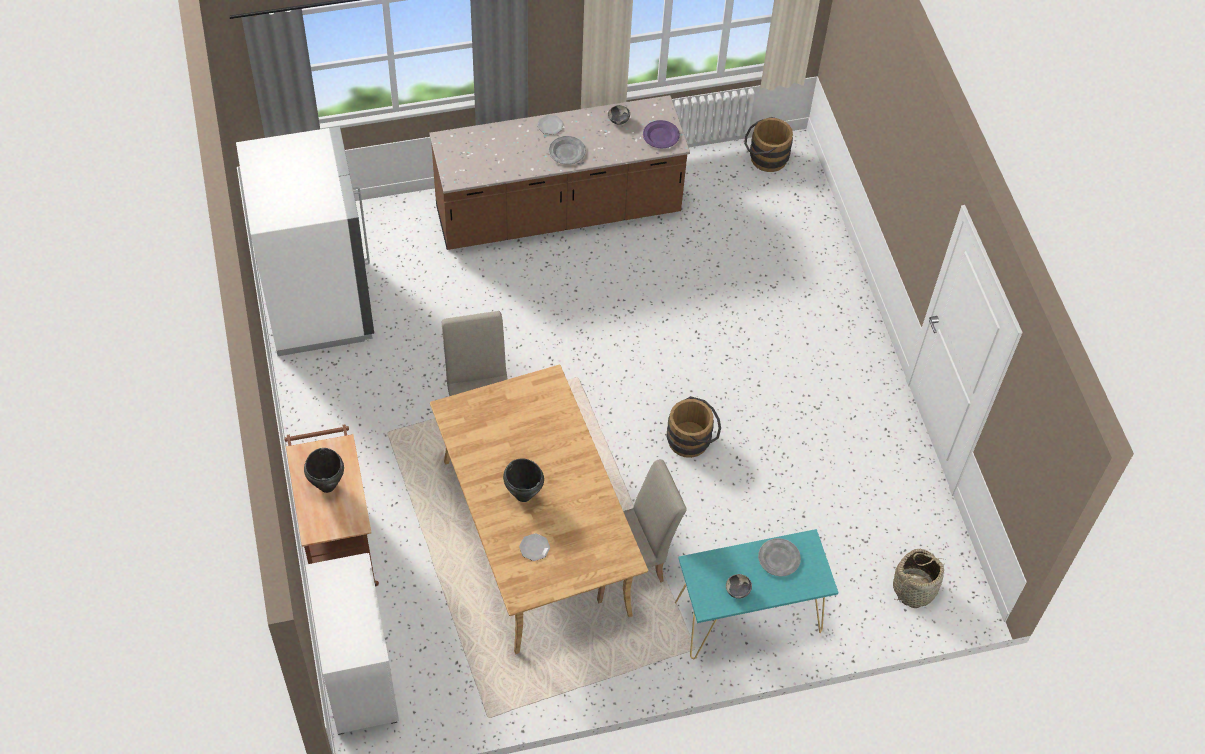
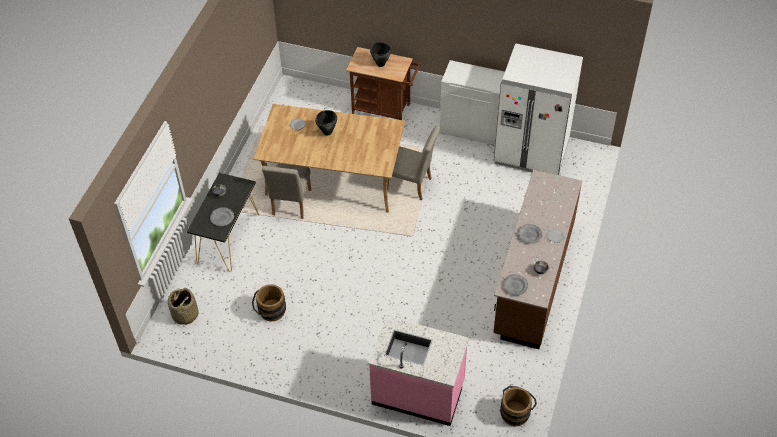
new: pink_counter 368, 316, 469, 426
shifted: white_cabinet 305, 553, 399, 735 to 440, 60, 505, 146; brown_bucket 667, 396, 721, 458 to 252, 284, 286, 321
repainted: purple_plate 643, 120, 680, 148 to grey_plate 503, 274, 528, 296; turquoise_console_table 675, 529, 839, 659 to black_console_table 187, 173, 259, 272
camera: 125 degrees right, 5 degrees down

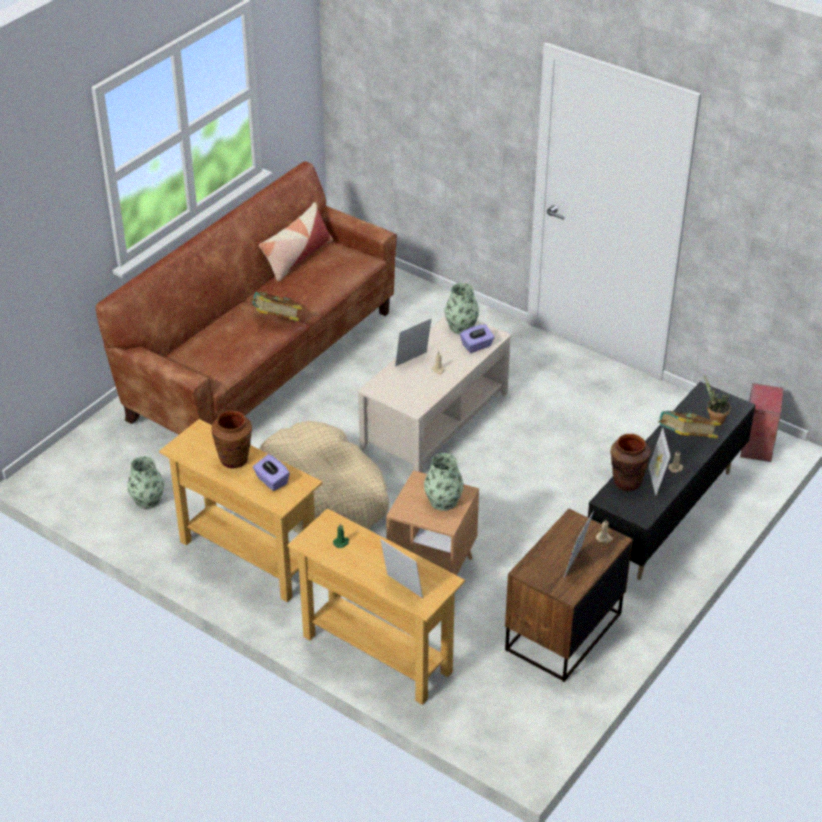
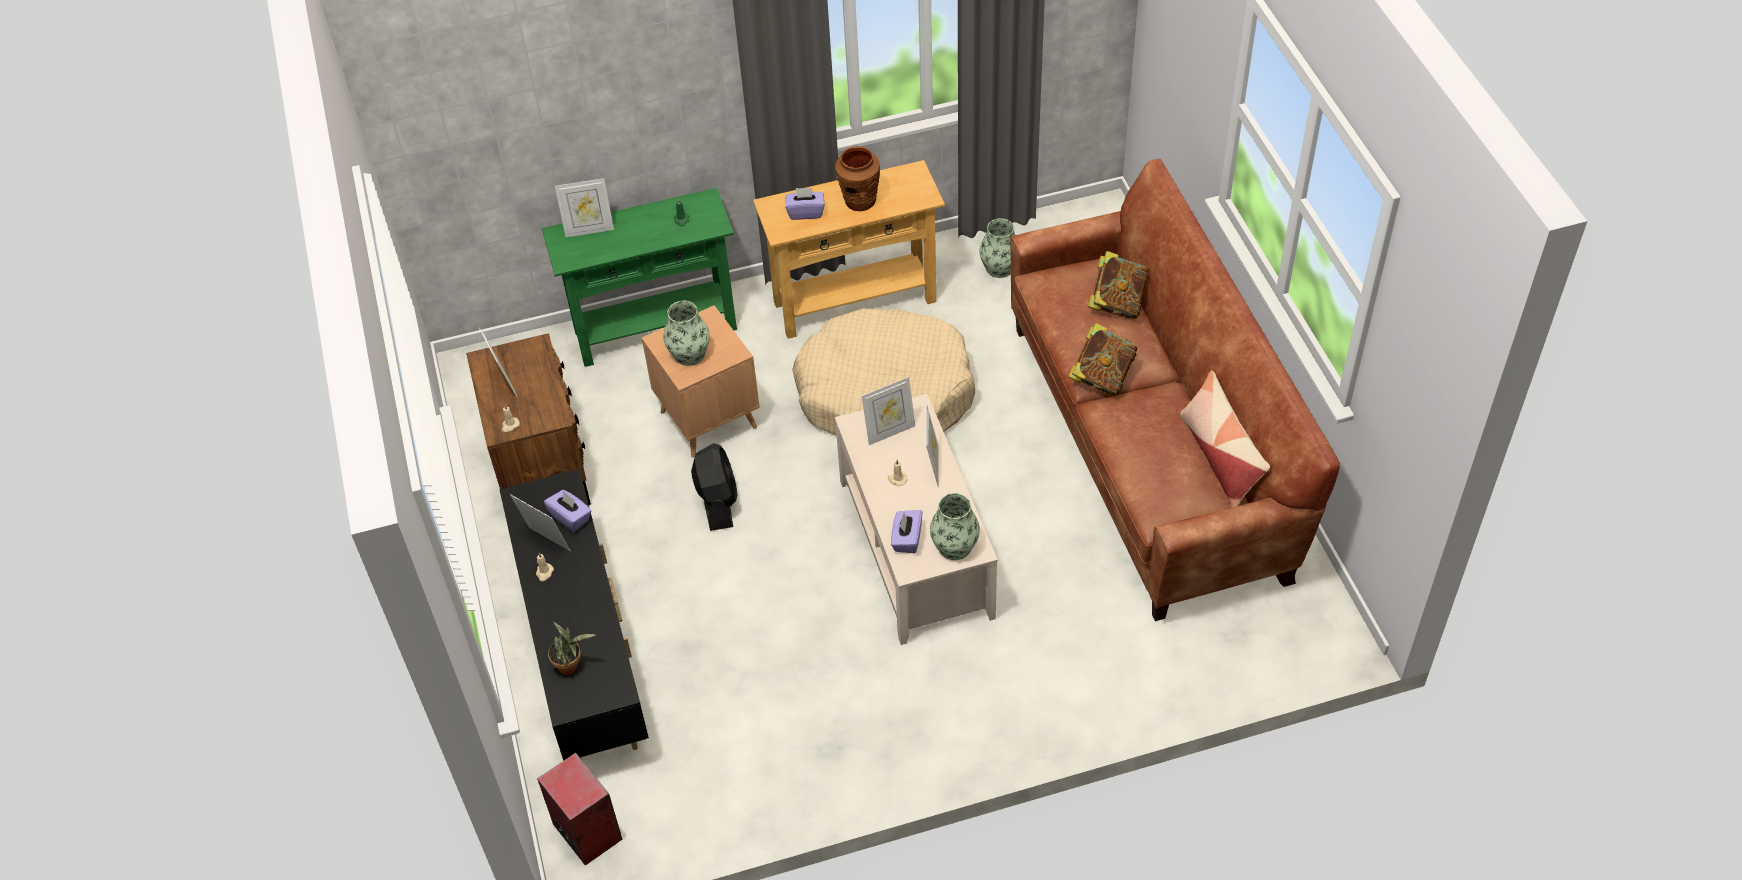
new: black_fan 691, 443, 738, 531; picture_frame 862, 377, 915, 445
shifted: book 658, 411, 721, 438 to 1088, 251, 1149, 319
swapped: brown_vase 611, 434, 651, 491 to purple_tissue_box 544, 490, 591, 532
repainted: beige_console_table 287, 508, 465, 705 to green_console_table 542, 188, 737, 367
camera: 130 degrees right, 10 degrees up

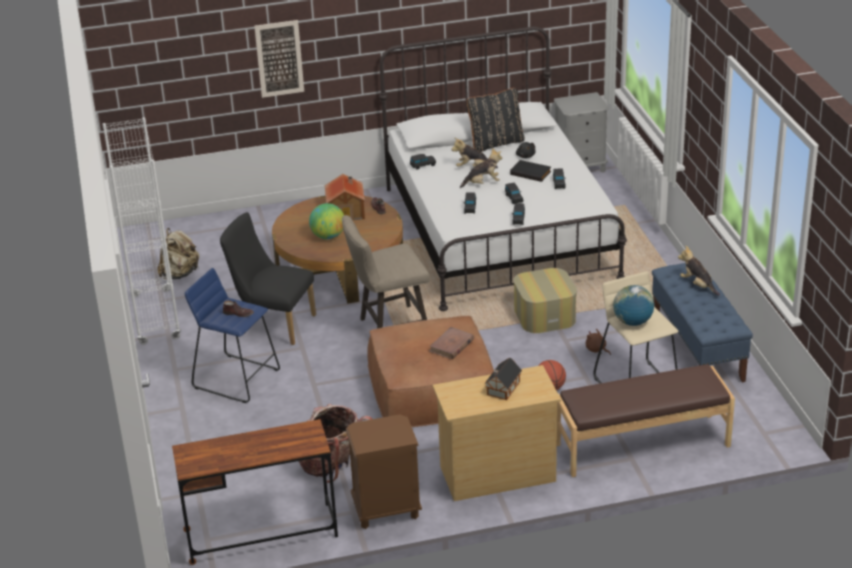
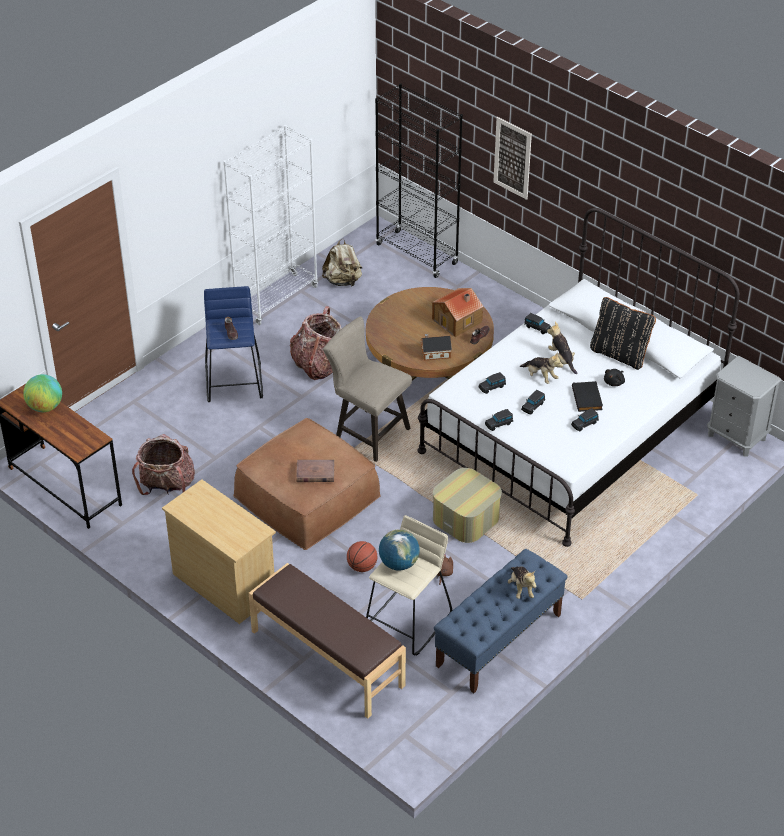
gone: brown_nightstand 346, 414, 422, 529
new: black_bookcase 375, 83, 463, 278
shifted: globe 309, 203, 344, 239 to 23, 374, 62, 412; toy_house 484, 358, 522, 400 to 421, 334, 452, 361
swapped: black_chair 220, 212, 316, 345 to backpack 290, 306, 342, 380
rotated: plush_toy 678, 246, 720, 296 = 508, 566, 536, 599 150 degrees clockwise
camera: 55 degrees right, 10 degrees up

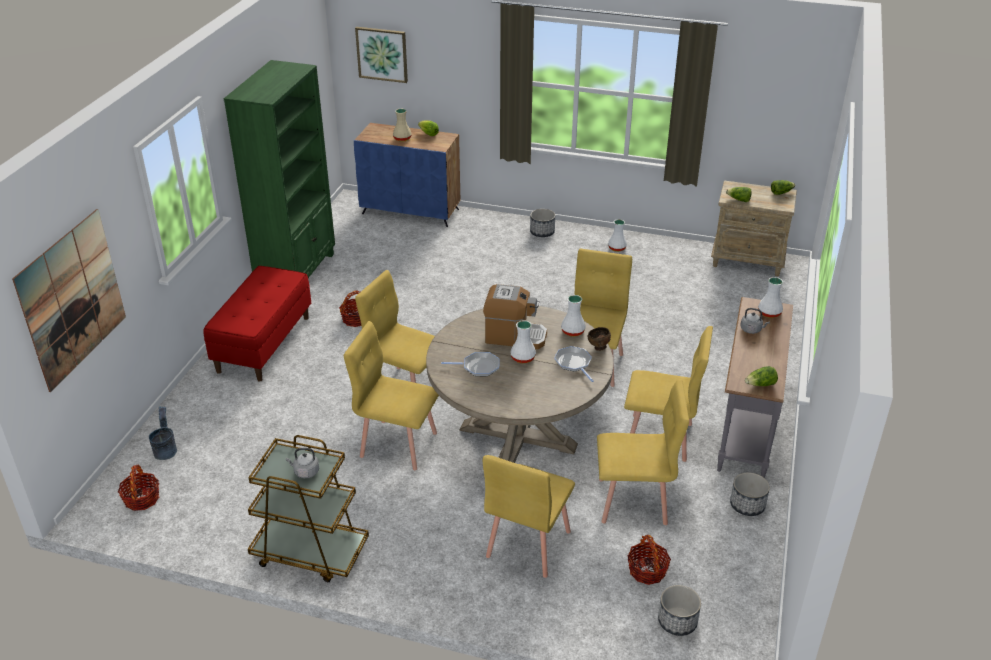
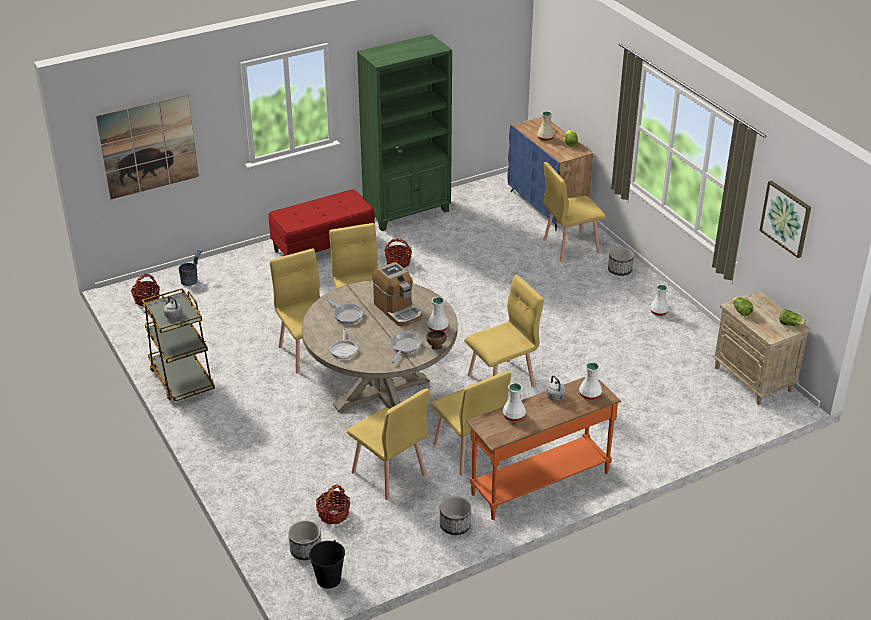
gone: lettuce 745, 366, 778, 386
new: black_bucket 309, 540, 345, 589; frying_pan 329, 329, 358, 359
shifted: picture 355, 27, 408, 83 to 759, 181, 811, 258; yellow_chair 483, 455, 575, 578 to 543, 162, 607, 261; white_vase 511, 320, 536, 363 to 502, 383, 526, 422
repainted: grey_console_table 717, 297, 793, 478 to orange_console_table 466, 377, 621, 520
camera: 45 degrees right, 0 degrees up

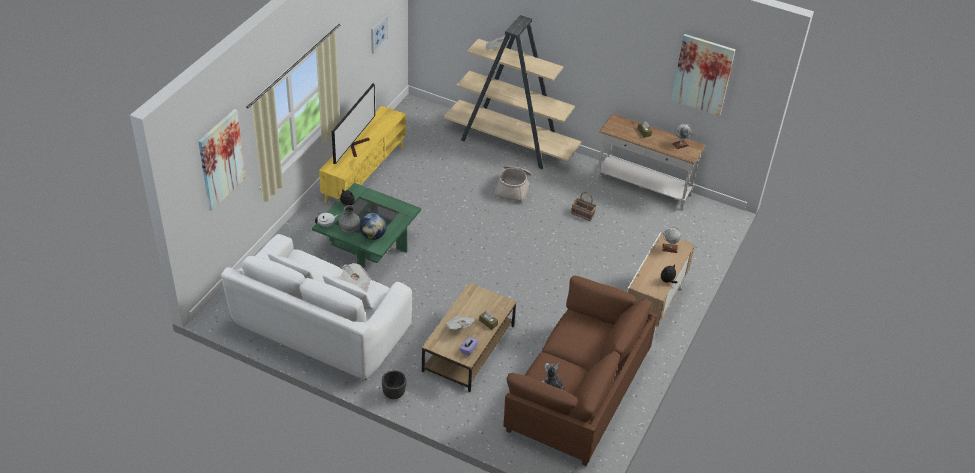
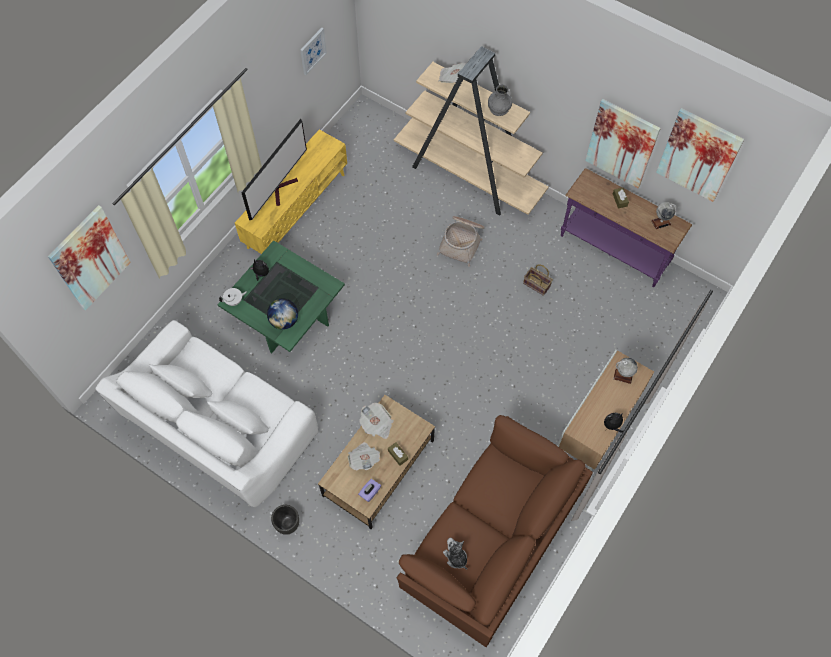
new: picture 585, 99, 661, 188
shifted: grey_vase 338, 205, 360, 233 to 488, 84, 512, 116; newspaper 342, 263, 371, 292 to 359, 403, 394, 439
repainted: white_console_table 596, 114, 706, 211 to purple_console_table 561, 168, 692, 287
camera: 10 degrees right, 20 degrees up

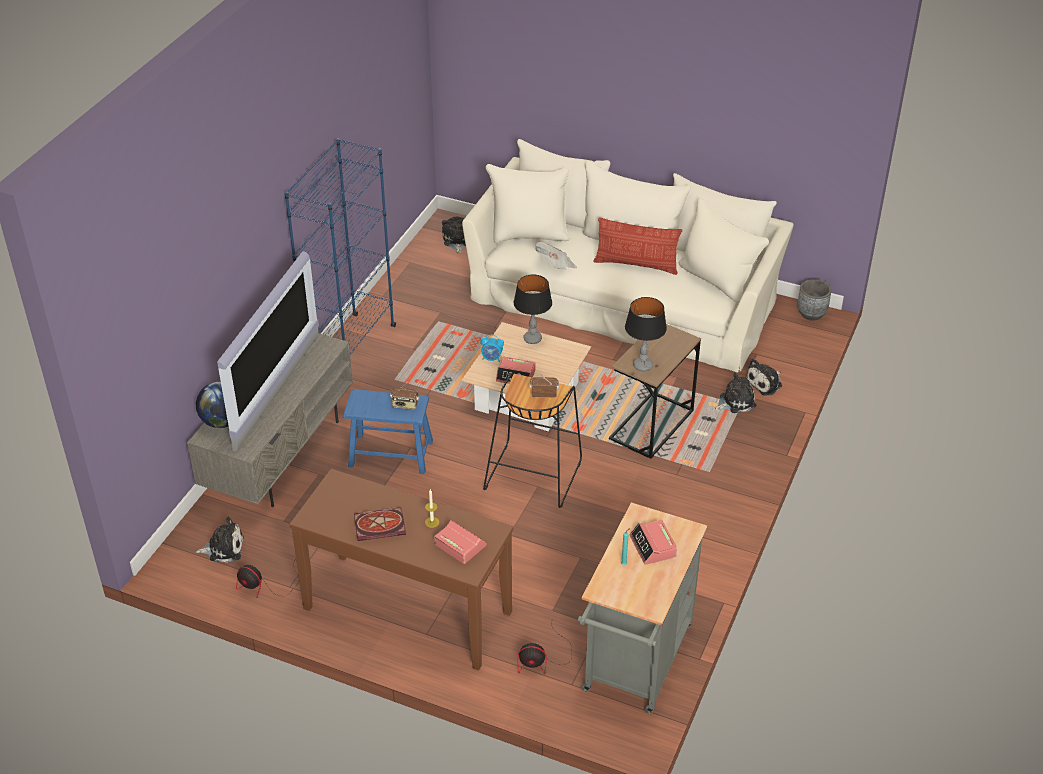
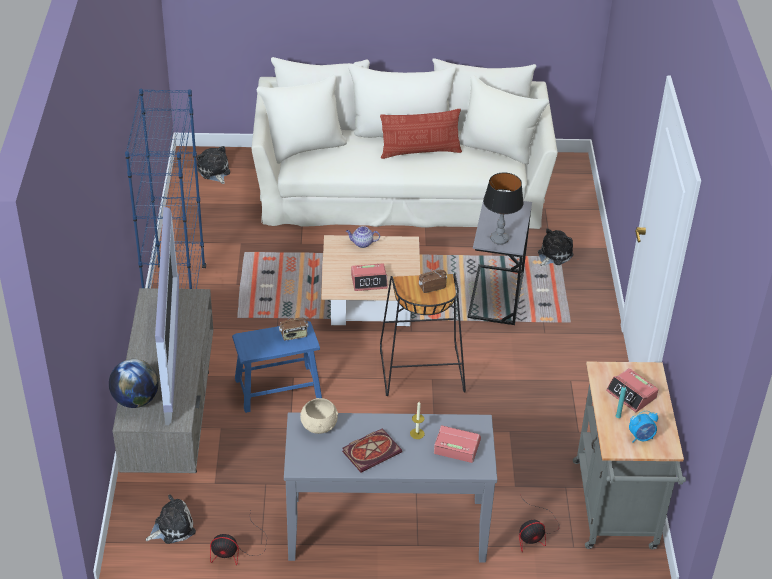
gone: newspaper 533, 242, 577, 270; plush_toy 747, 359, 782, 396; grey_planter 797, 279, 832, 321
new: beige_bowl 300, 398, 338, 434
shifted: alarm_clock 480, 335, 504, 362 to 629, 410, 658, 443
swapped: table_lamp 514, 275, 552, 344 to teapot 346, 226, 380, 248
repainted: brown_console_table 289, 469, 513, 671 to grey_console_table 284, 412, 497, 563; brown_side_table 609, 324, 701, 459 to grey_side_table 468, 201, 532, 325
camera: 25 degrees left, 0 degrees up

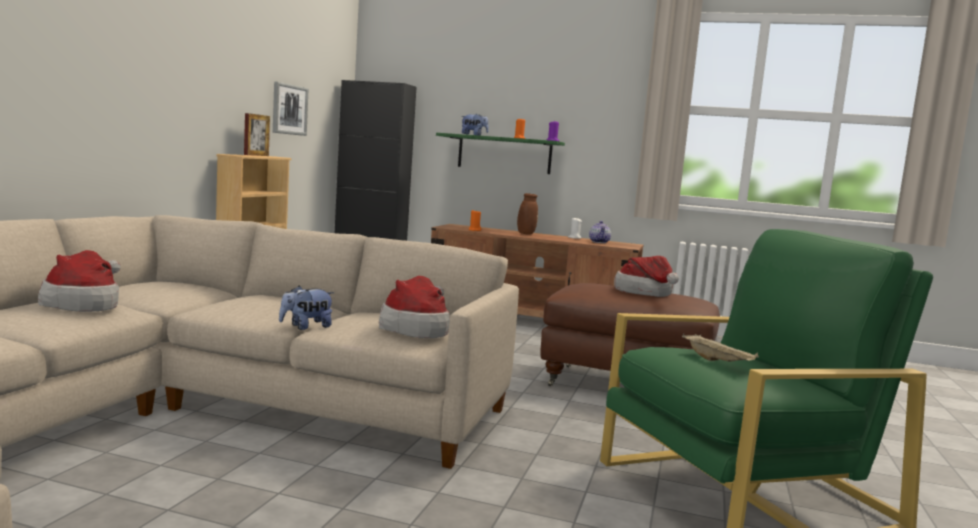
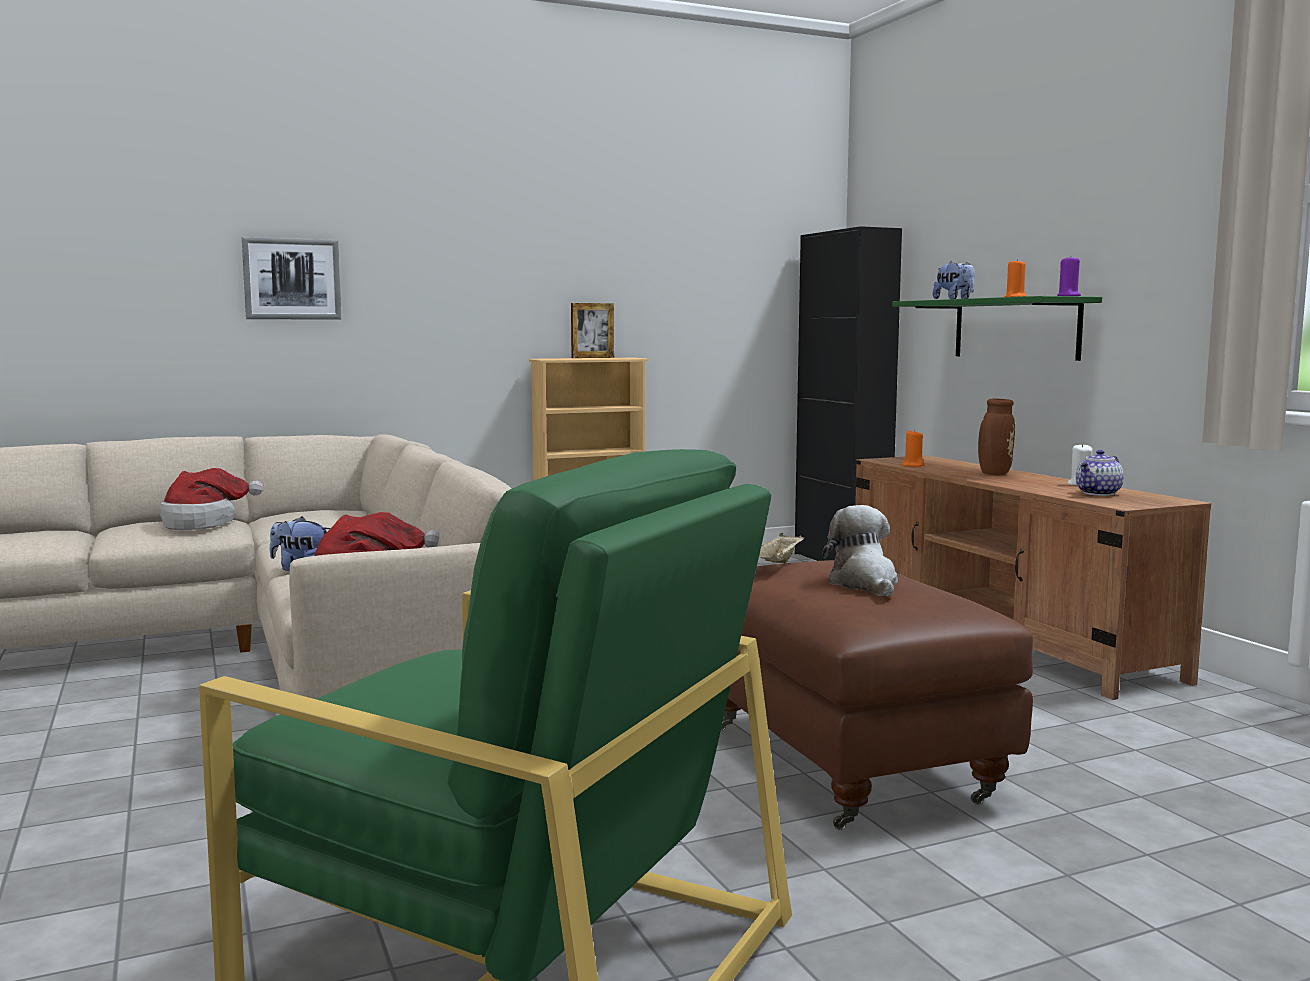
shifted: picture 273, 82, 309, 136 to 242, 237, 341, 320; beige_tray 682, 334, 759, 362 to 759, 533, 804, 563
swapped: hat 614, 256, 679, 297 to plush_toy 822, 505, 898, 597
camera: 50 degrees right, 0 degrees up

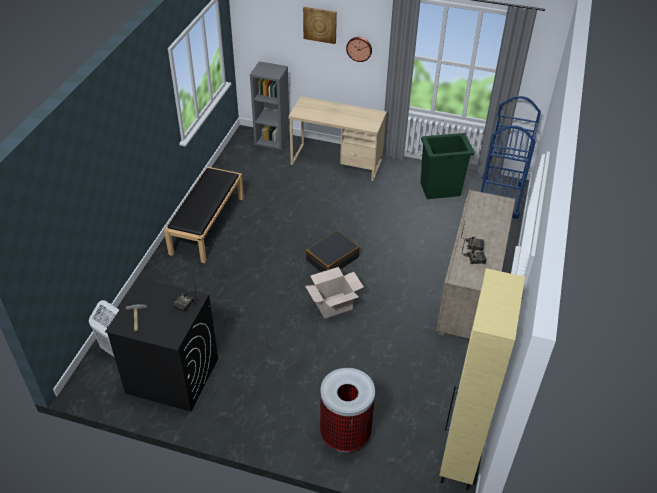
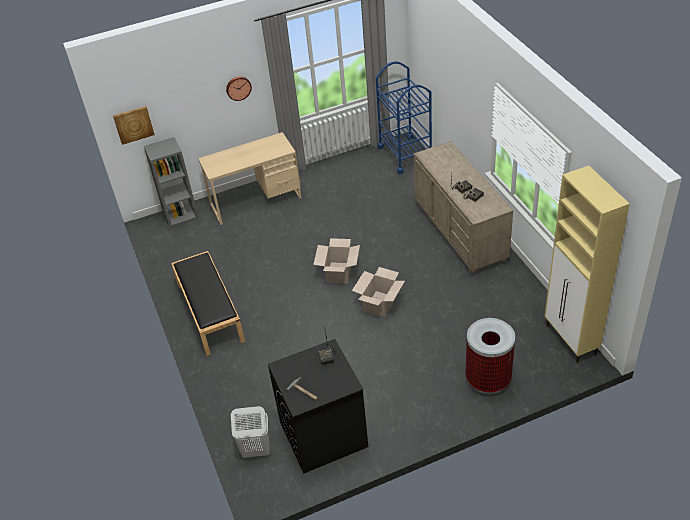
gone: green_trash_can 421, 133, 474, 199
shifted: picture 303, 7, 337, 44 to 113, 106, 155, 145
swapped: black_suitcase 306, 230, 360, 272 to cardboard_box 313, 238, 360, 284
camera: 35 degrees left, 0 degrees up

